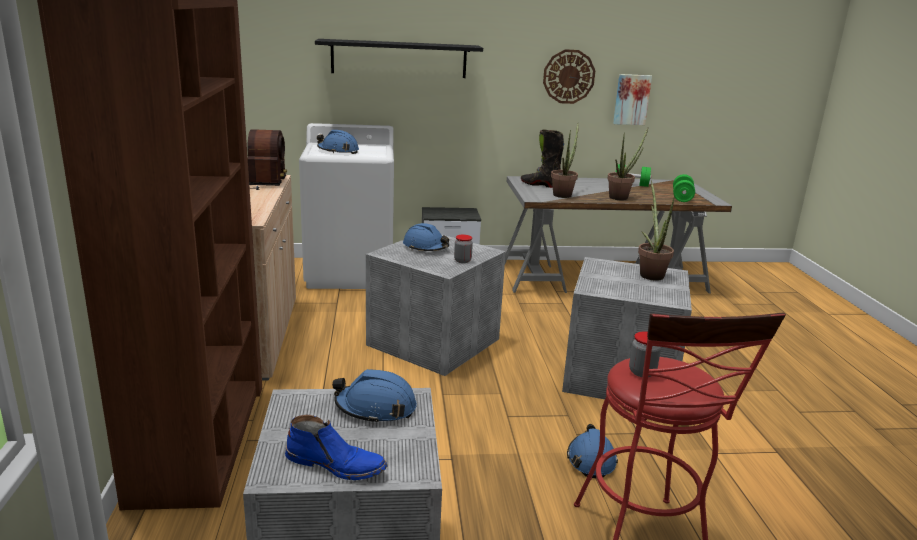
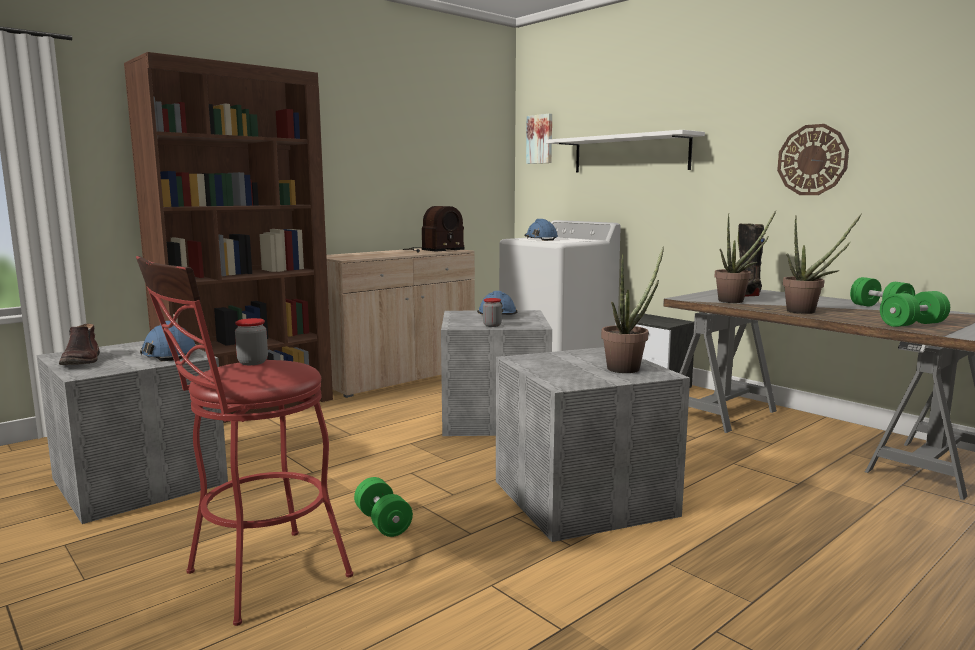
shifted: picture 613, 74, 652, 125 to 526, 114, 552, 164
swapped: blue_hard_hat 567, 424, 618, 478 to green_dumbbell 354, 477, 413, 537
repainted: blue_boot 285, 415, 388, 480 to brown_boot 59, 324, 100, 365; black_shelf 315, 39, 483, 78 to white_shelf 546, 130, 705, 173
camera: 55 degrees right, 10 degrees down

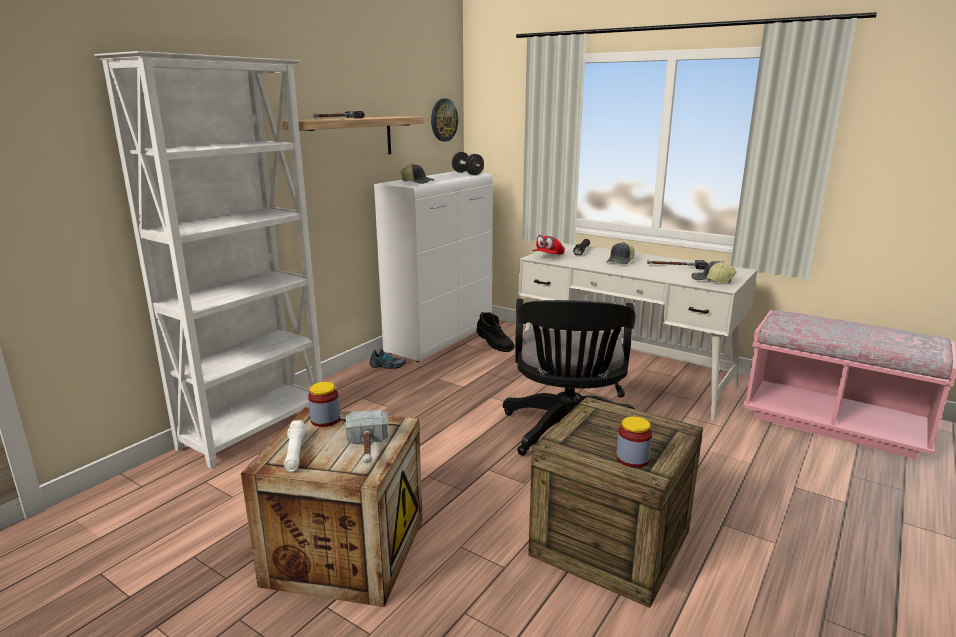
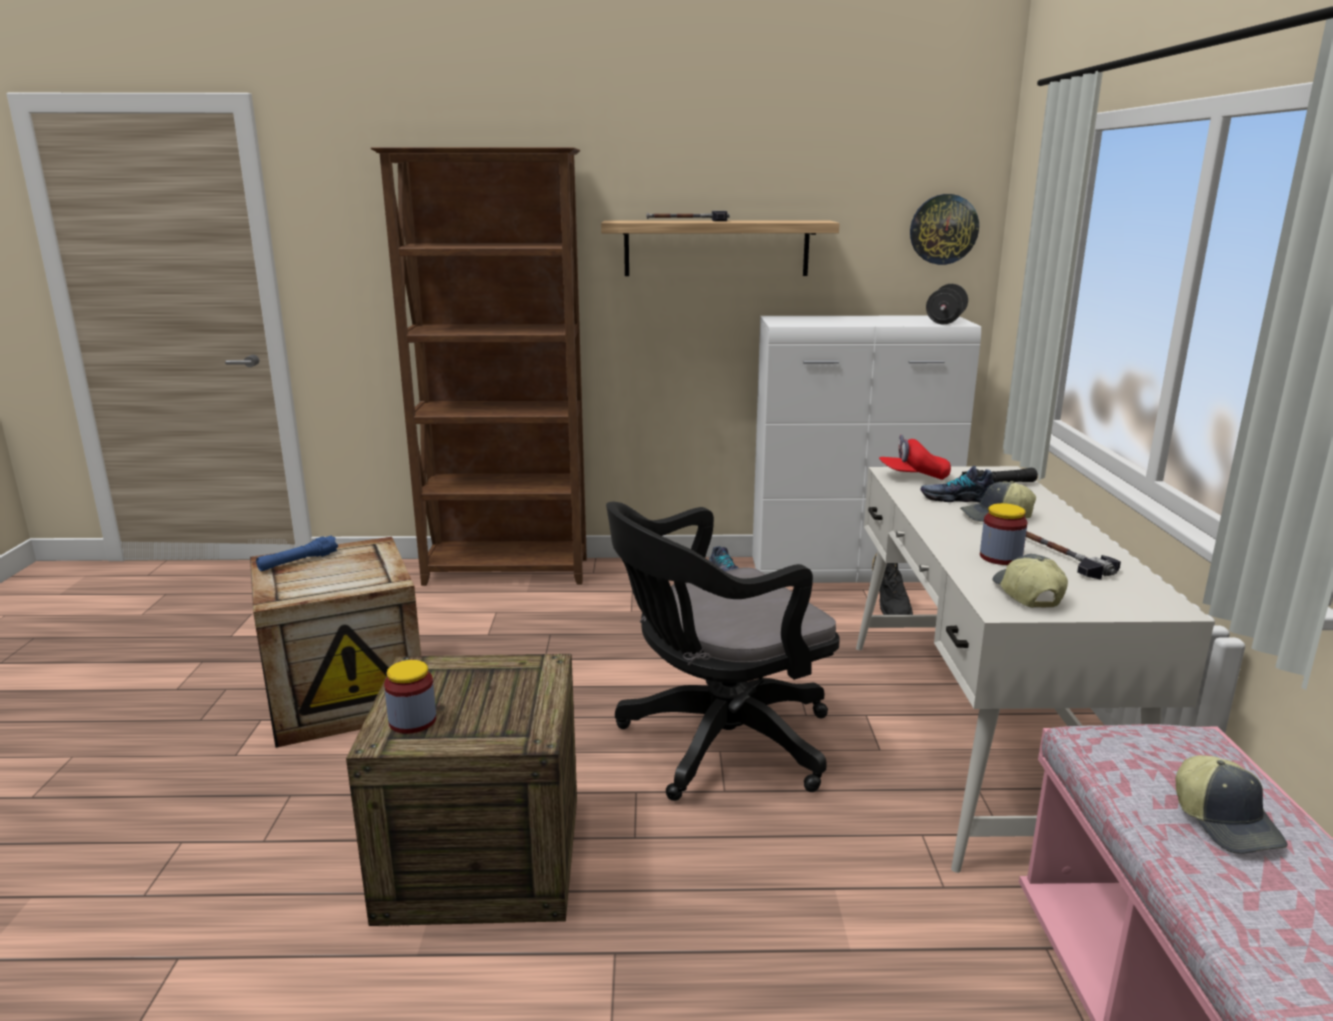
gone: hammer 346, 410, 388, 463
new: shoe 921, 466, 994, 503
shifted: jar 308, 382, 340, 427 to 980, 503, 1028, 565; cap 400, 164, 434, 184 to 1176, 755, 1288, 854
repainted: white_bookcase 94, 51, 322, 469 to brown_bookcase 371, 147, 587, 586; white_flashlight 284, 420, 306, 472 to blue_flashlight 256, 535, 338, 571
camera: 55 degrees right, 0 degrees up

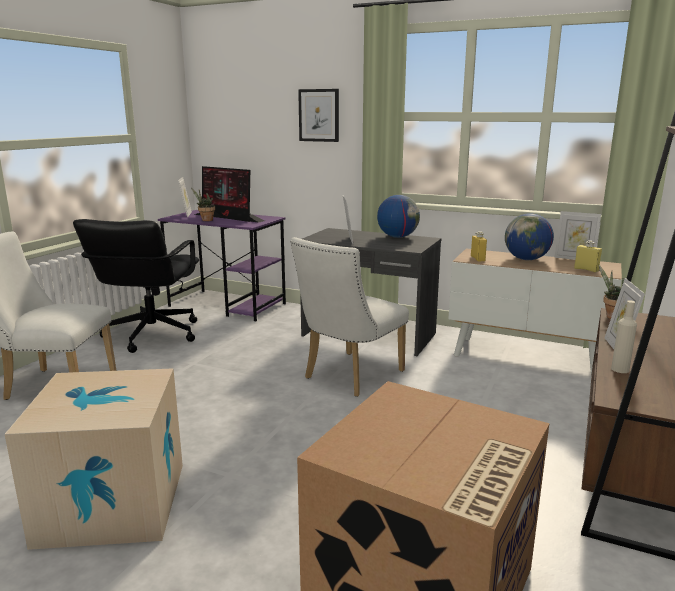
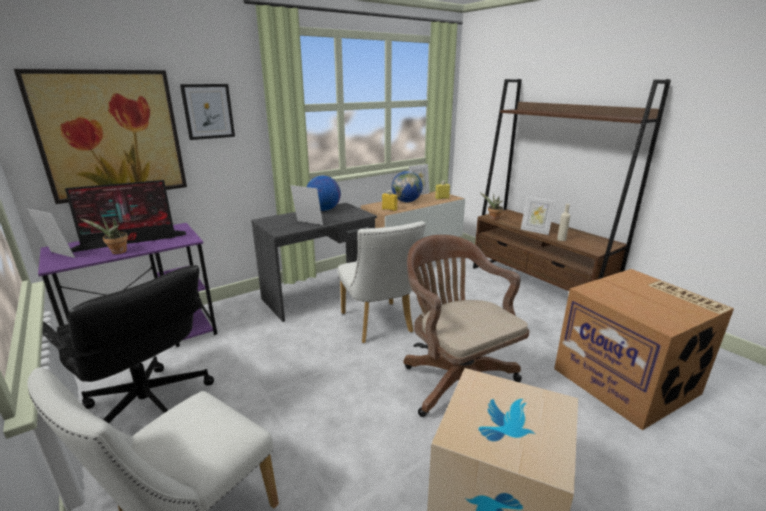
new: picture 14, 69, 187, 204; brown_office_chair 403, 235, 529, 417
camera: 60 degrees left, 5 degrees up

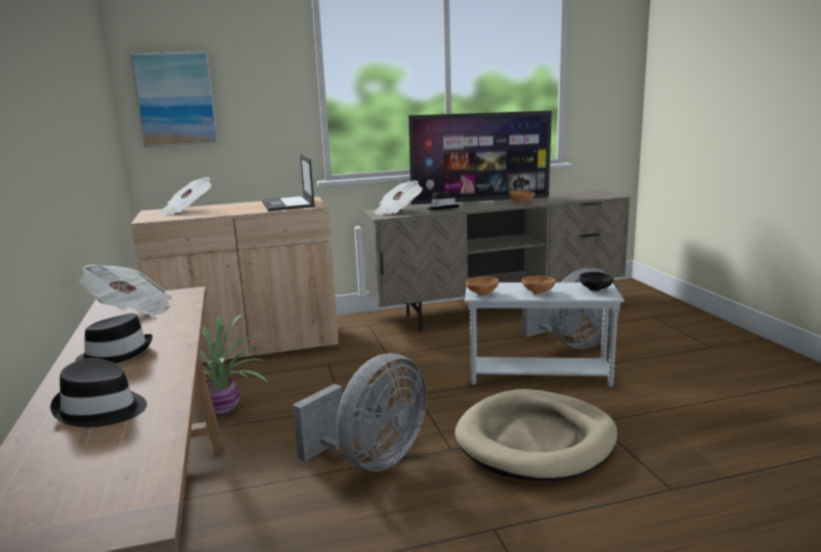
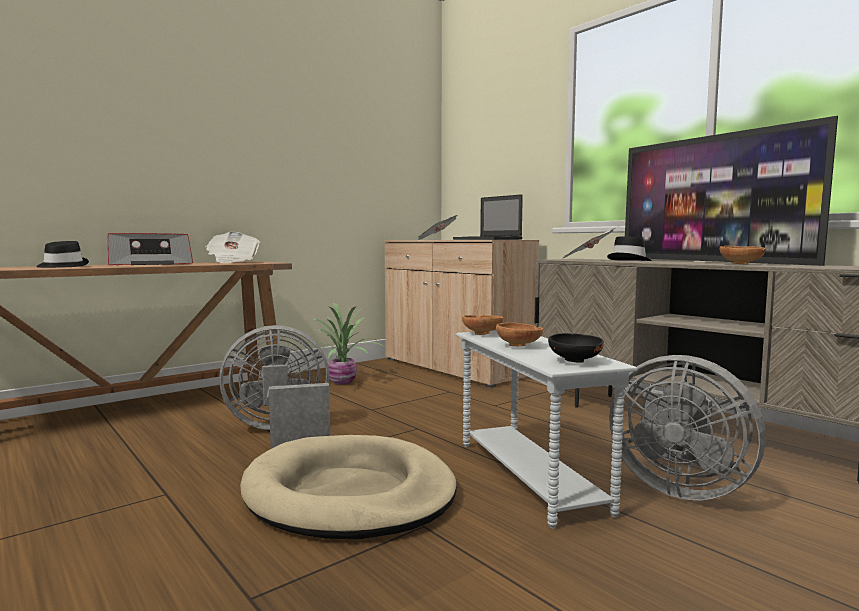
gone: picture 130, 51, 219, 147
swapped: black_hat 75, 313, 153, 363 to radio 108, 233, 193, 265
rotated: laptop 262, 154, 315, 211 = 453, 194, 523, 240 90 degrees counterclockwise; grey_fan 292, 353, 427, 471 = 219, 325, 330, 449 150 degrees clockwise
camera: 65 degrees right, 10 degrees down

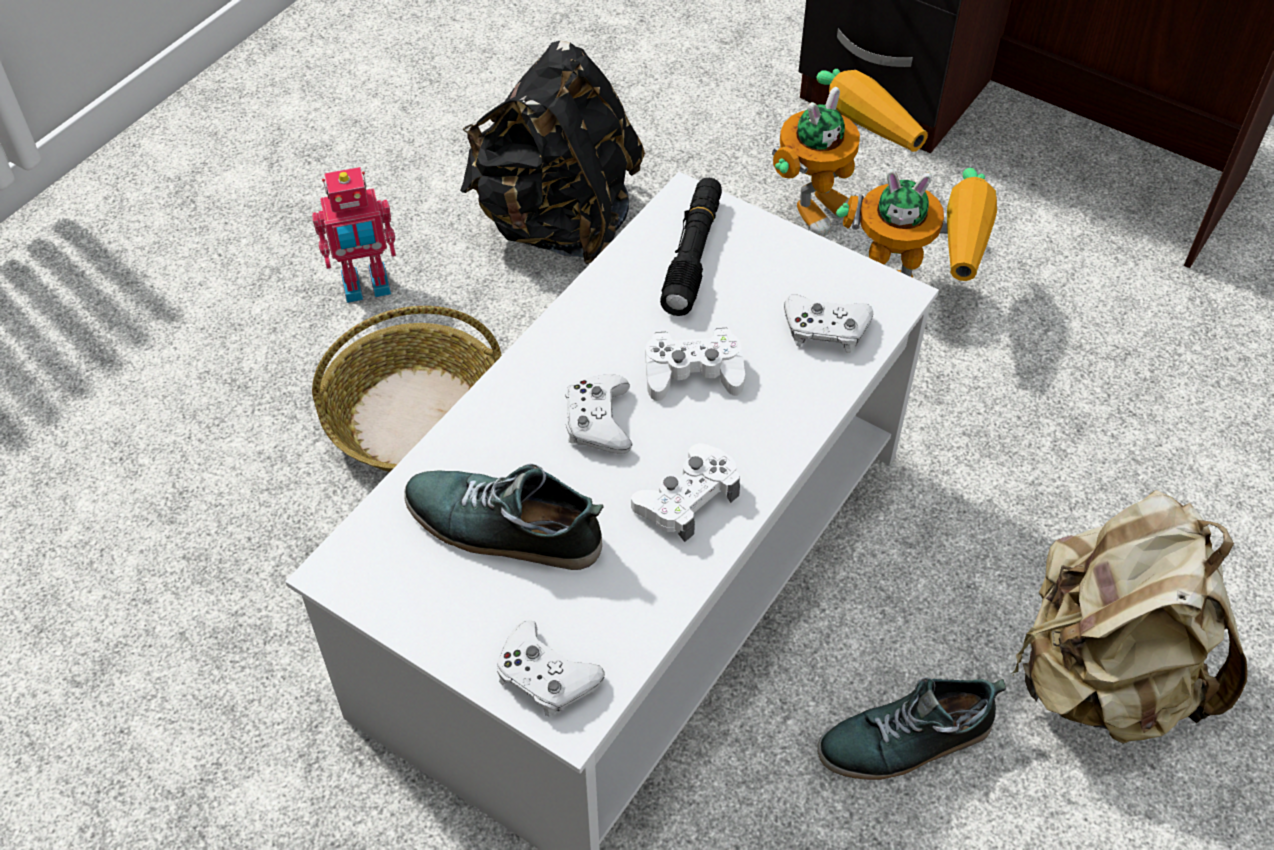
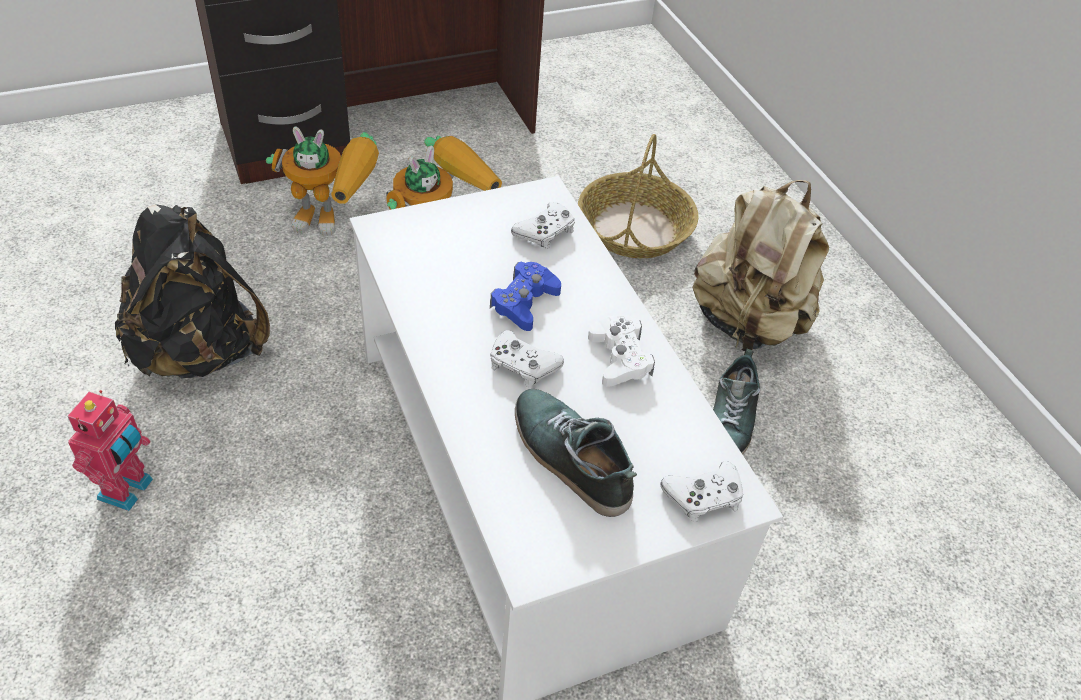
gone: black_flashlight 660, 178, 722, 316
shifted: basket 312, 306, 502, 472 to 578, 134, 699, 258
repainted: white_game_controller 645, 328, 745, 401 to blue_game_controller 490, 262, 561, 331
rotated: shoe 404, 464, 603, 570 = 515, 389, 637, 517 90 degrees clockwise; toy_robot 772, 69, 928, 237 = 266, 127, 379, 236 105 degrees clockwise
camera: 60 degrees left, 5 degrees down

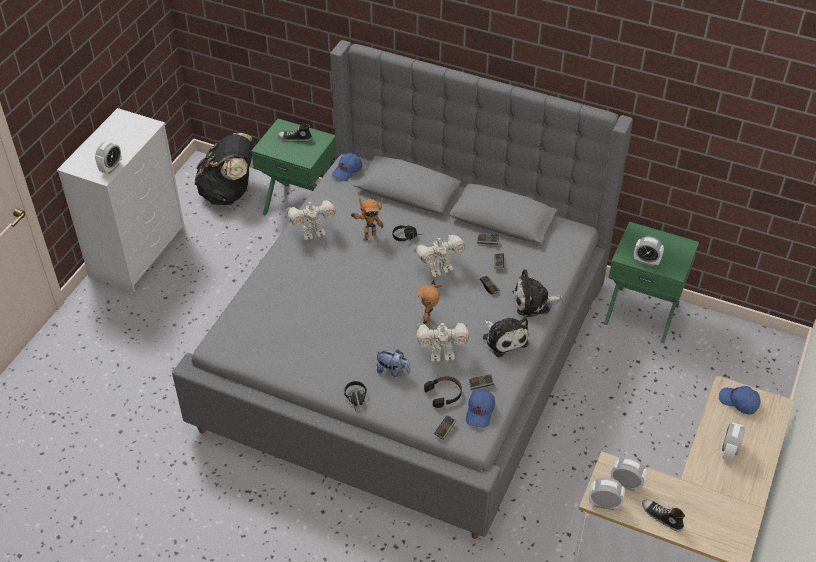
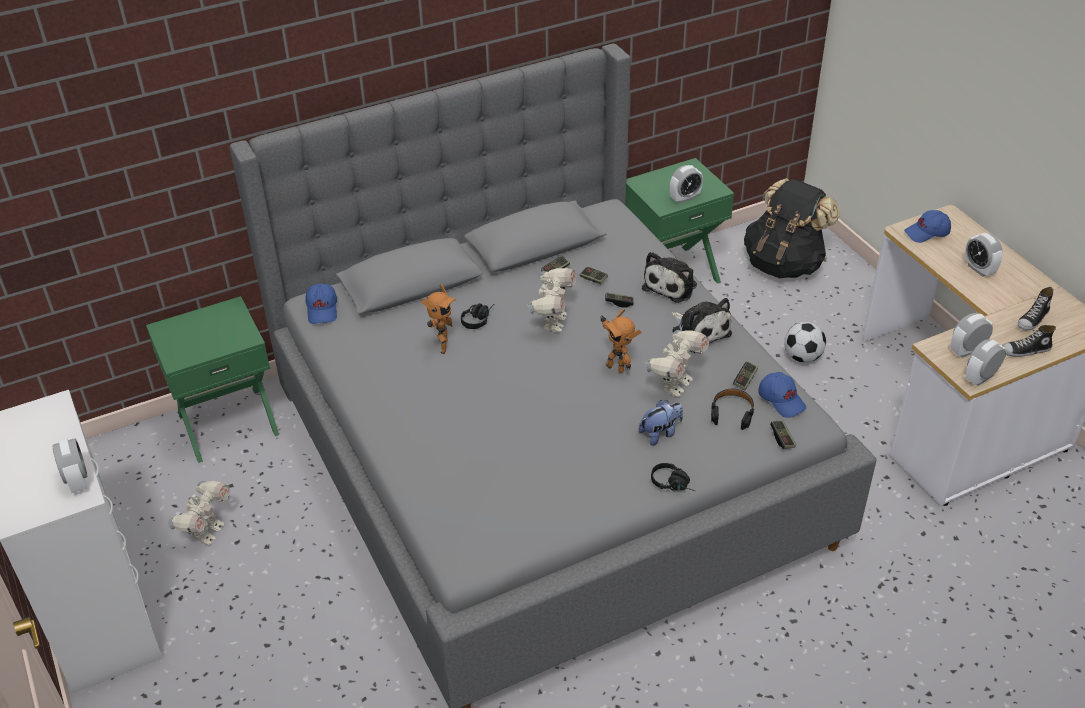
new: football 784, 322, 826, 363
shifted: black_backpack 194, 133, 254, 205 to 744, 178, 840, 278; shoe 278, 124, 312, 141 to 1018, 287, 1053, 330; toy_robot 287, 198, 336, 240 to 168, 481, 230, 545
rotated: plush_toy 483, 317, 529, 357 = 671, 298, 732, 344 45 degrees clockwise
camera: 50 degrees left, 5 degrees down

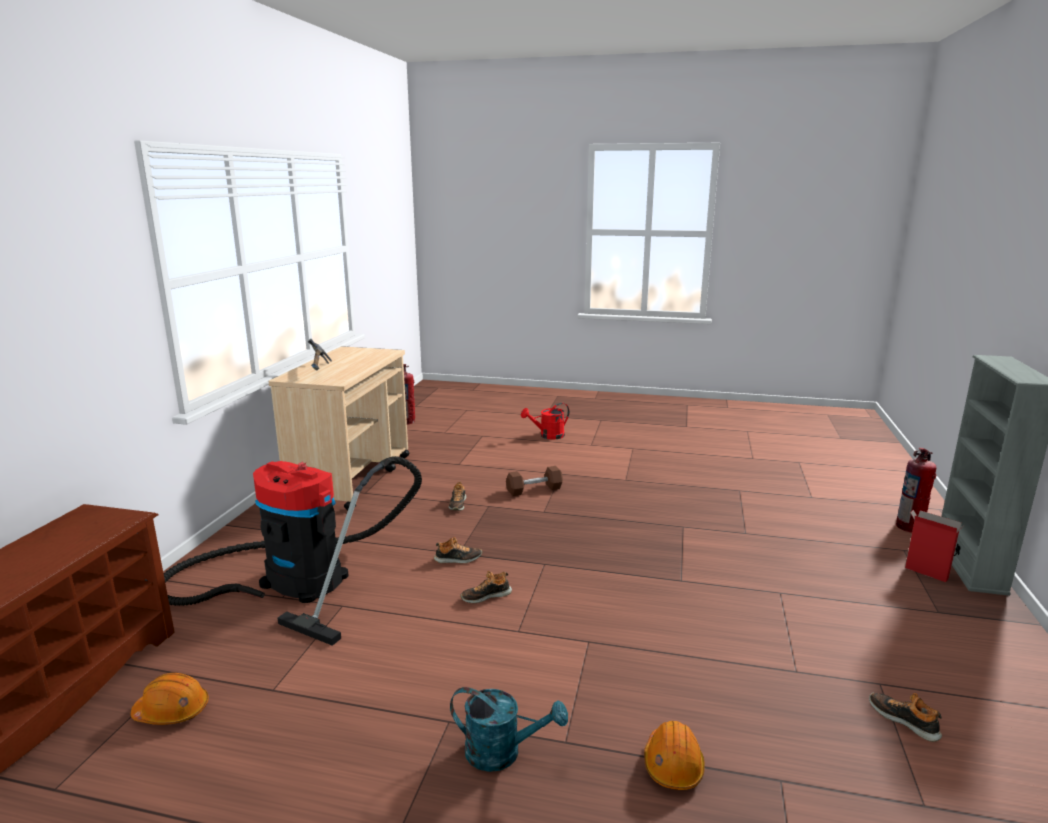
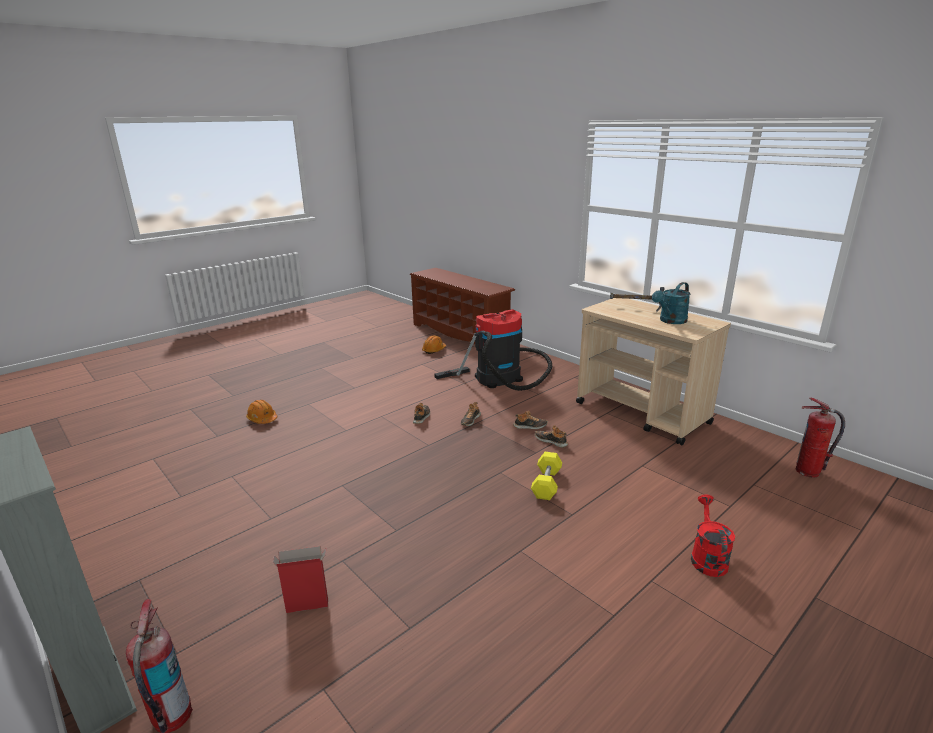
shifted: turquoise_watering_can 450, 687, 568, 772 to 652, 282, 691, 324; shoe 869, 693, 942, 742 to 513, 411, 548, 429; cardboard_box 905, 510, 962, 582 to 273, 546, 328, 613
repainted: brown_dumbbell 506, 466, 563, 496 to yellow_dumbbell 531, 452, 562, 500
camera: 125 degrees right, 5 degrees up

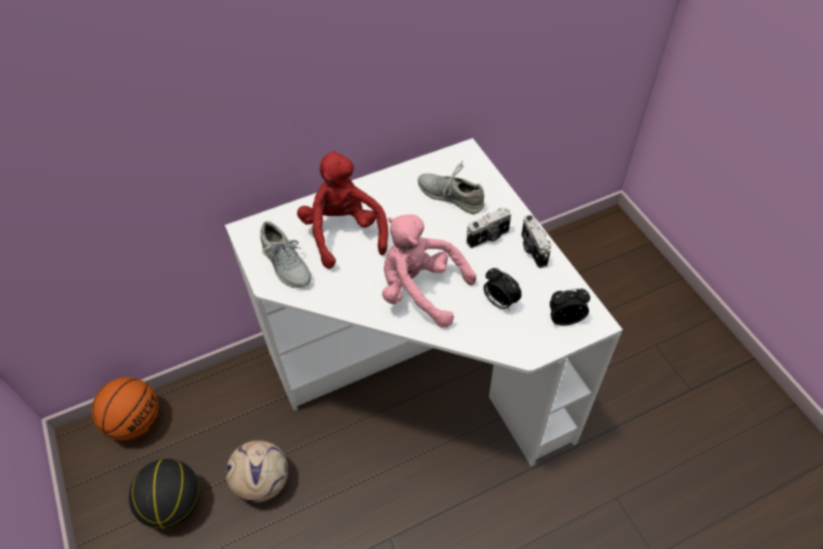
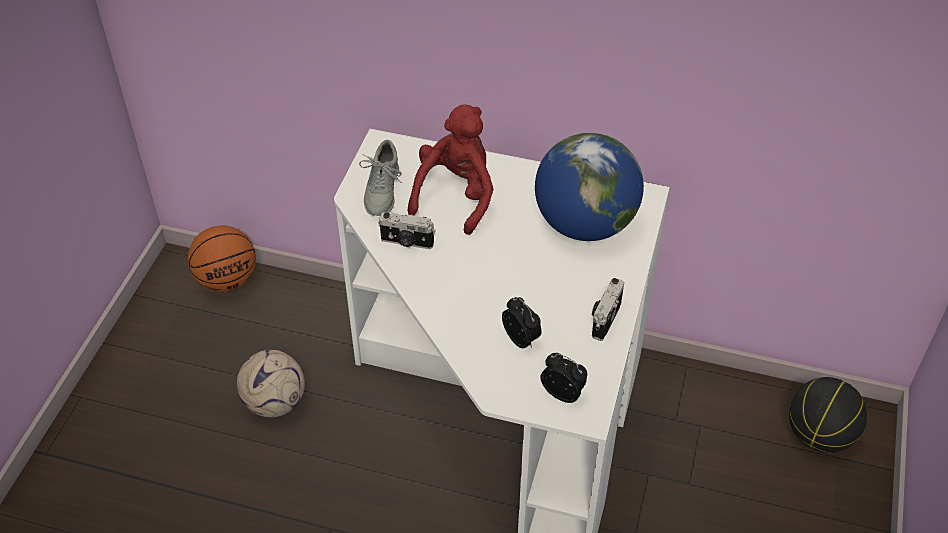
gone: pink_plush_toy 382, 214, 476, 327
shifted: basketball 129, 459, 200, 529 to 789, 377, 867, 453; photo_camera 467, 207, 511, 248 to 378, 212, 435, 249
swapped: grey_shoe 418, 161, 484, 215 to globe 535, 133, 644, 241
rotated: alarm_clock 484, 268, 522, 310 = 502, 297, 542, 348 150 degrees clockwise
camera: 40 degrees right, 5 degrees down

